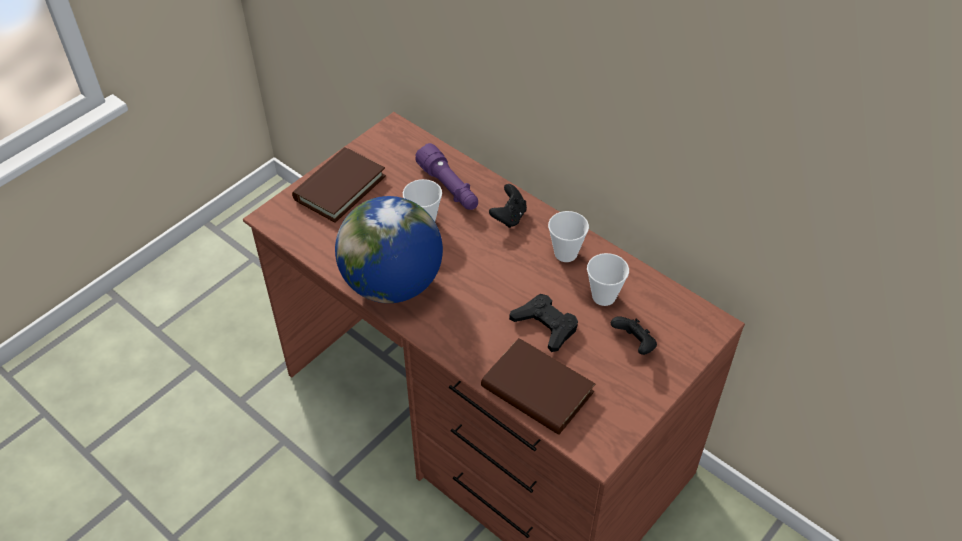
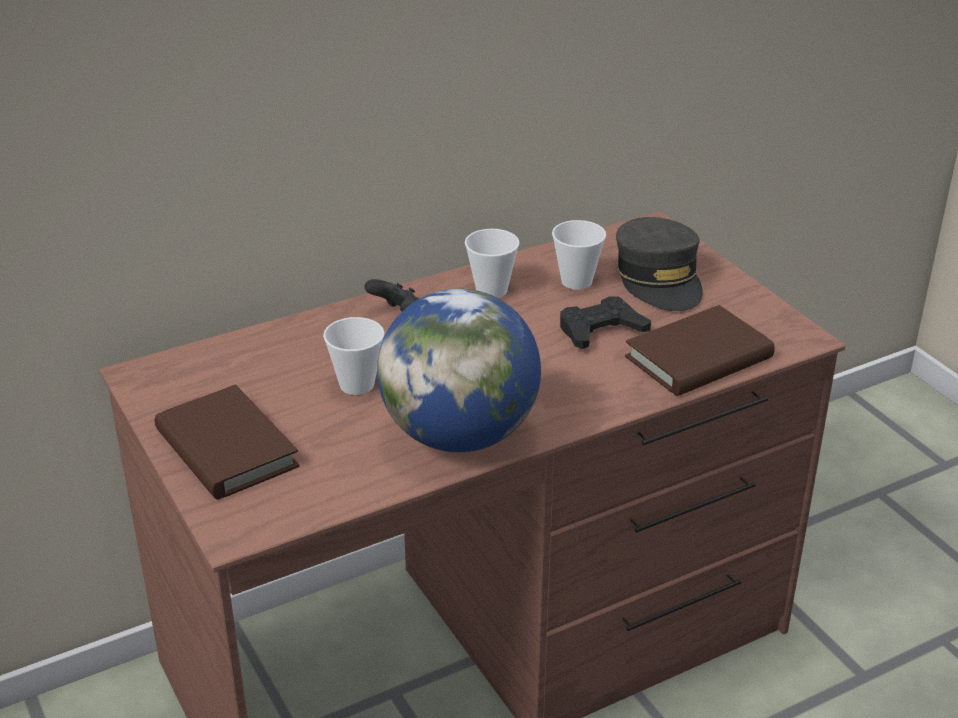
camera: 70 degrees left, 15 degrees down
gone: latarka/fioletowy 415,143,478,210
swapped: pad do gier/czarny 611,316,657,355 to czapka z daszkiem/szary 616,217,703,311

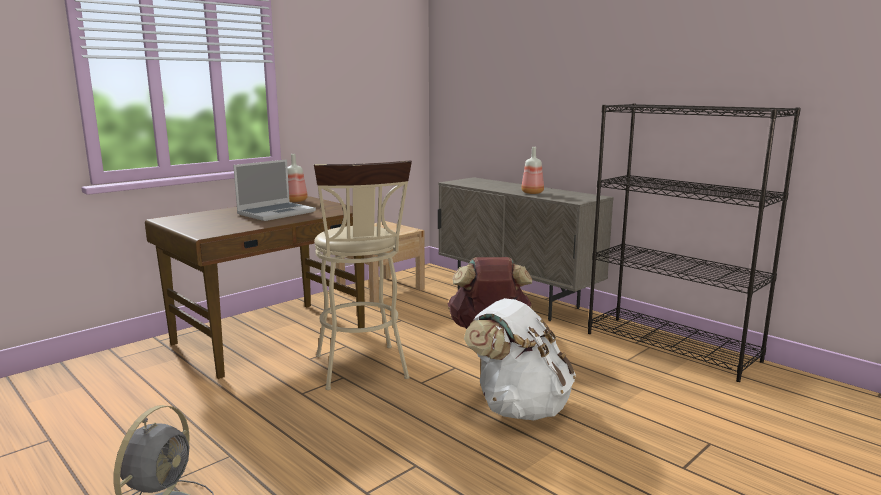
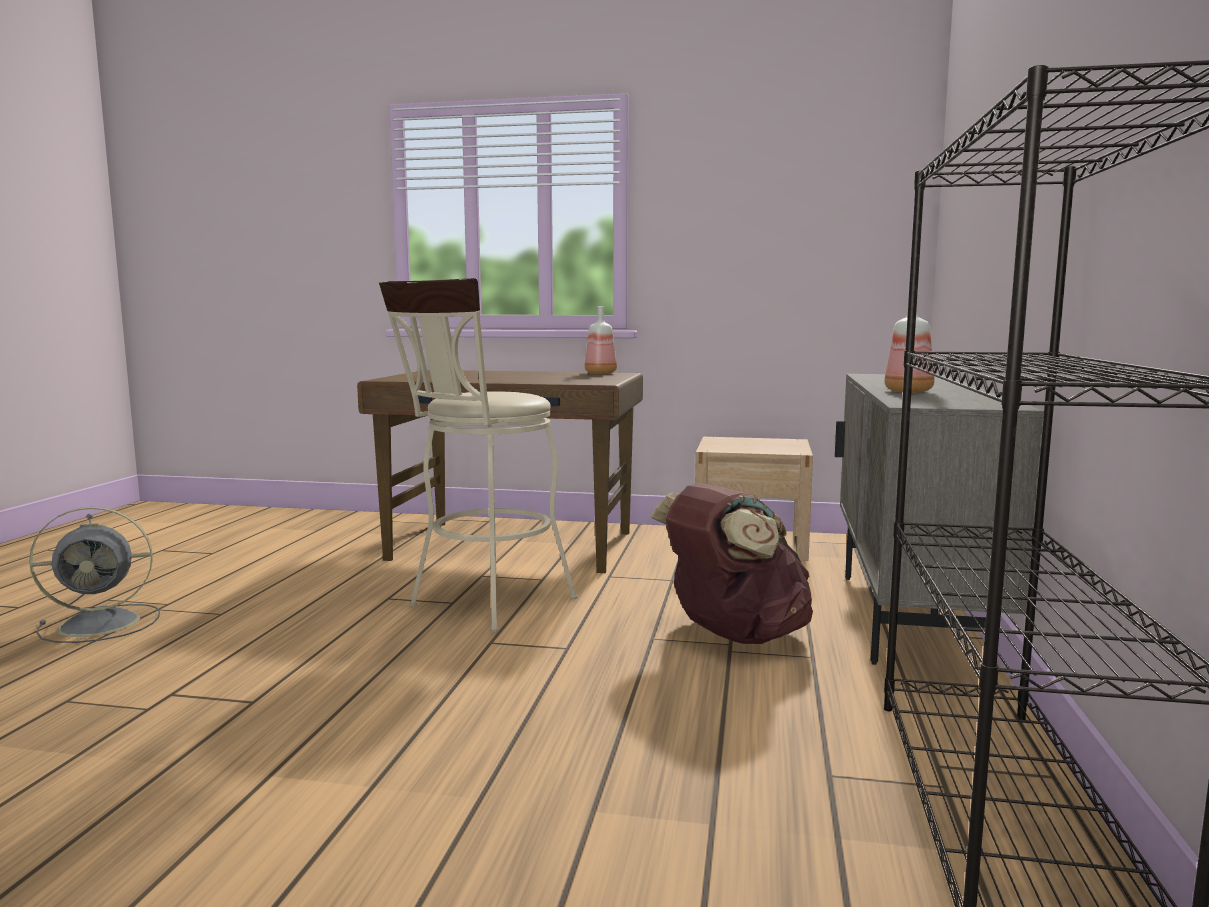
camera: 55 degrees right, 5 degrees down
gone: laptop 233,159,316,221; plecak/biały 464,298,576,421

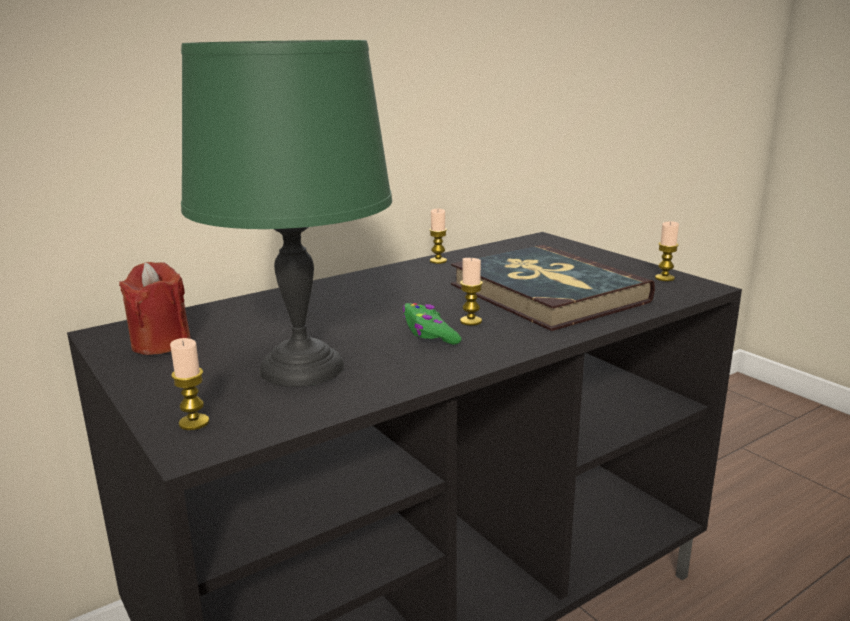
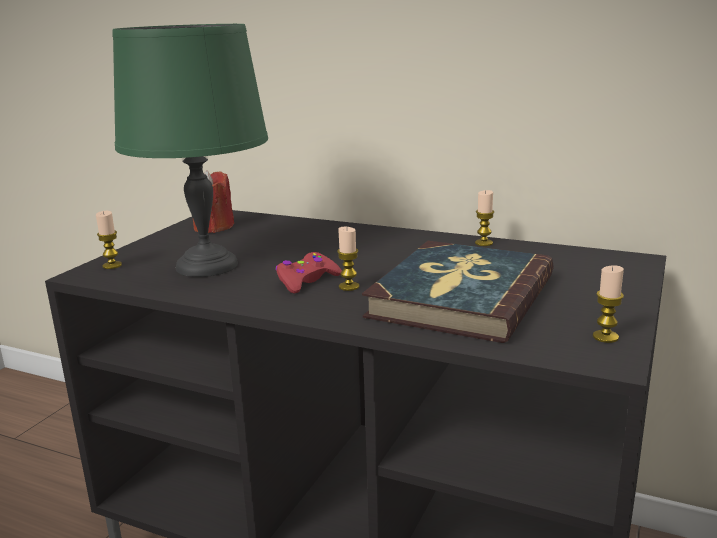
camera: 60 degrees right, 0 degrees up
repainted: pad do gier/zielony 403,303,461,345 to pad do gier/czerwony 275,252,342,293

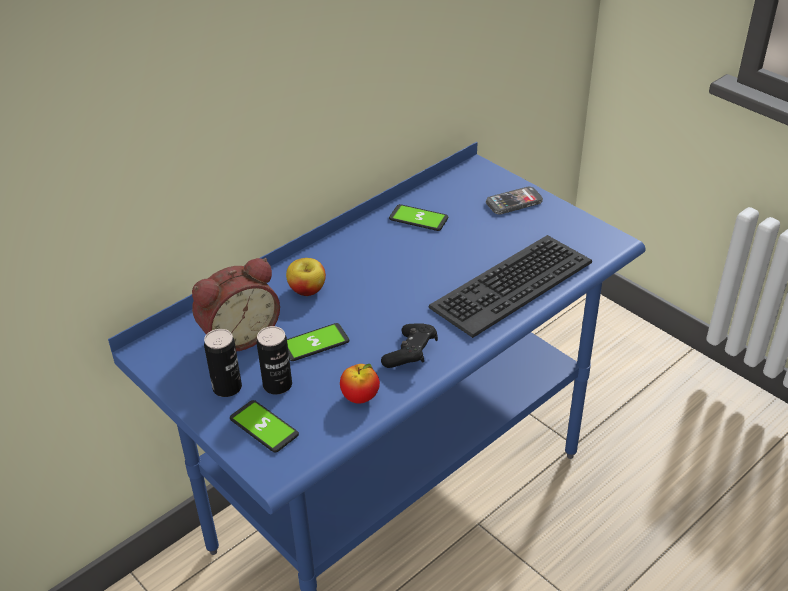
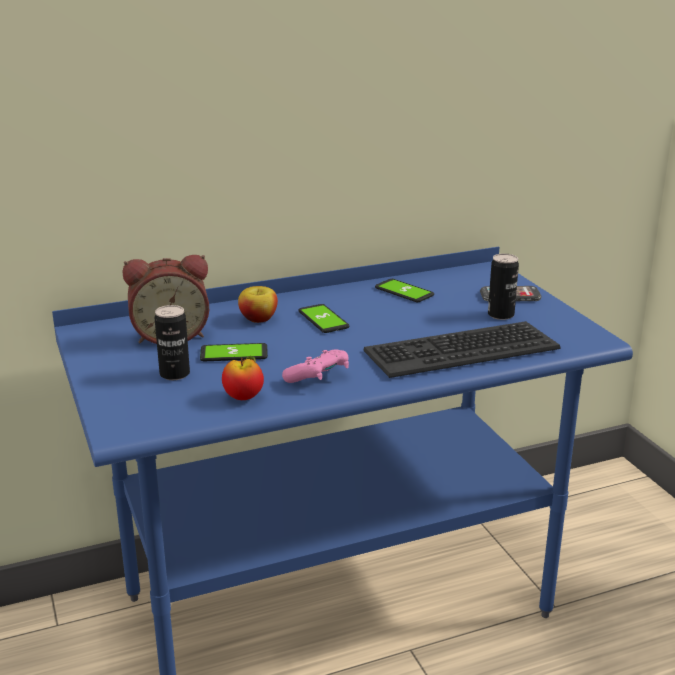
camera: 20 degrees right, 15 degrees down
shifted: puszka 204,329,242,397 to 488,253,519,320; telefon 230,400,299,453 to 298,304,350,333
repainted: pad do gier/czarny 381,323,438,368 to pad do gier/różowy 282,349,349,383

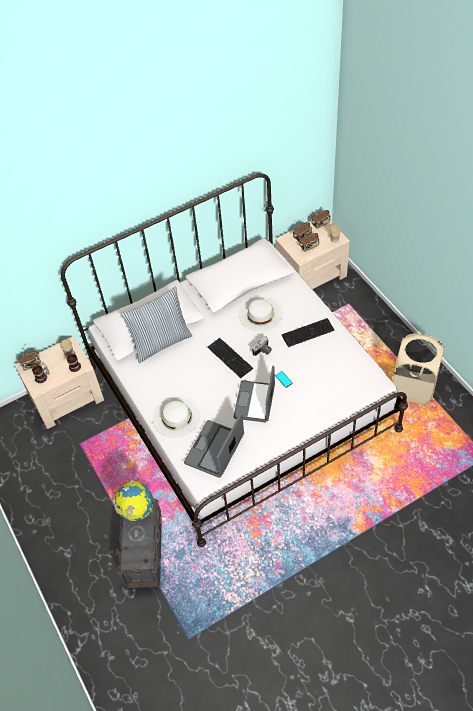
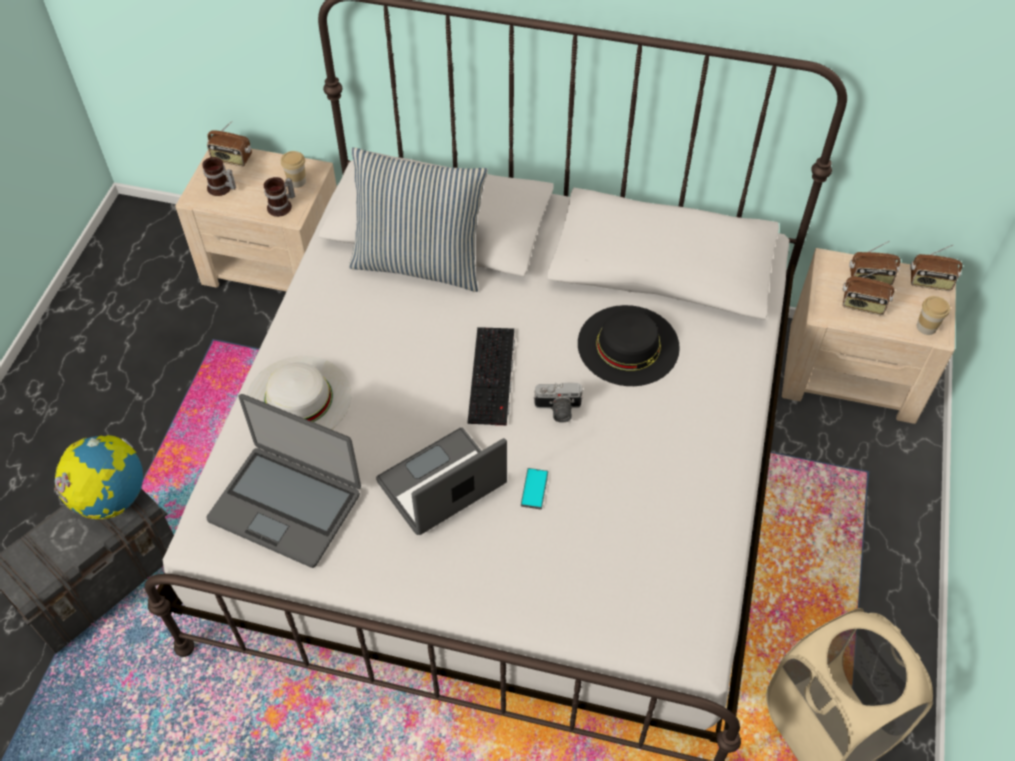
camera: 40 degrees right, 0 degrees up
gone: klawiatura 282,318,335,347
repainted: kapelusz/biały 239,297,283,331 to kapelusz/czarny 578,305,680,386
rotated: laptop 184,412,244,478 = 206,394,361,568 135 degrees counterclockwise

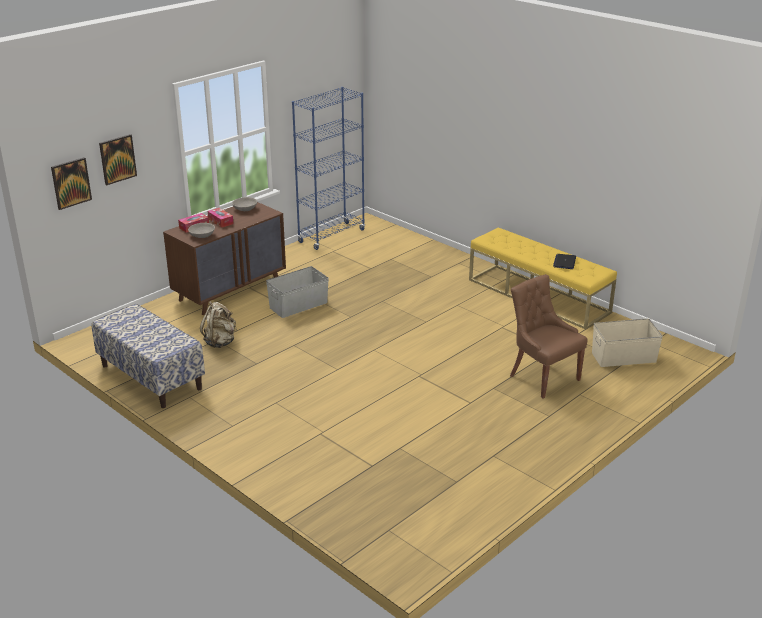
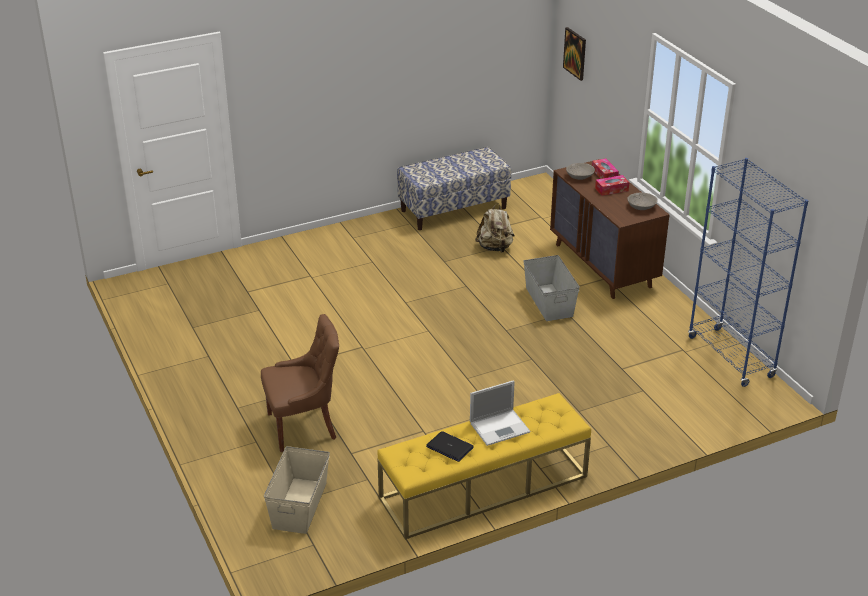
camera: 110 degrees right, 5 degrees up
gone: obraz 99,134,137,185
new: laptop 470,380,531,446

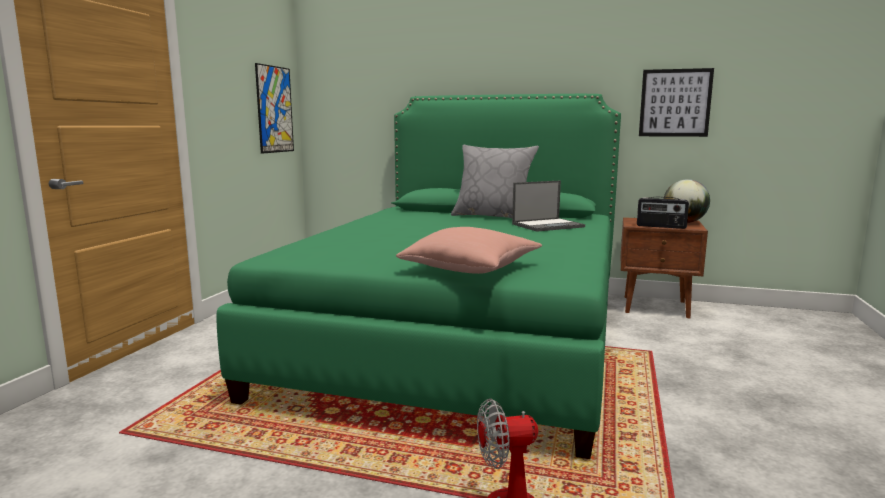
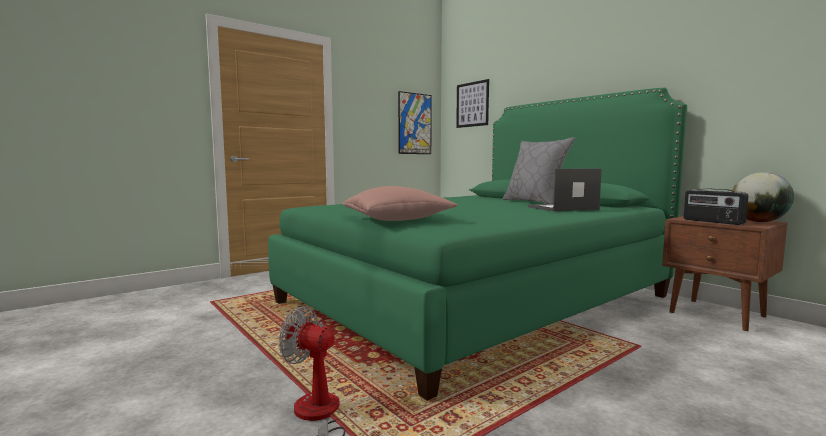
camera: 35 degrees right, 5 degrees down
shifted: obraz 639,68,714,137 to 456,79,489,128
rotated: laptop 512,181,585,232 = 528,168,602,211 150 degrees clockwise

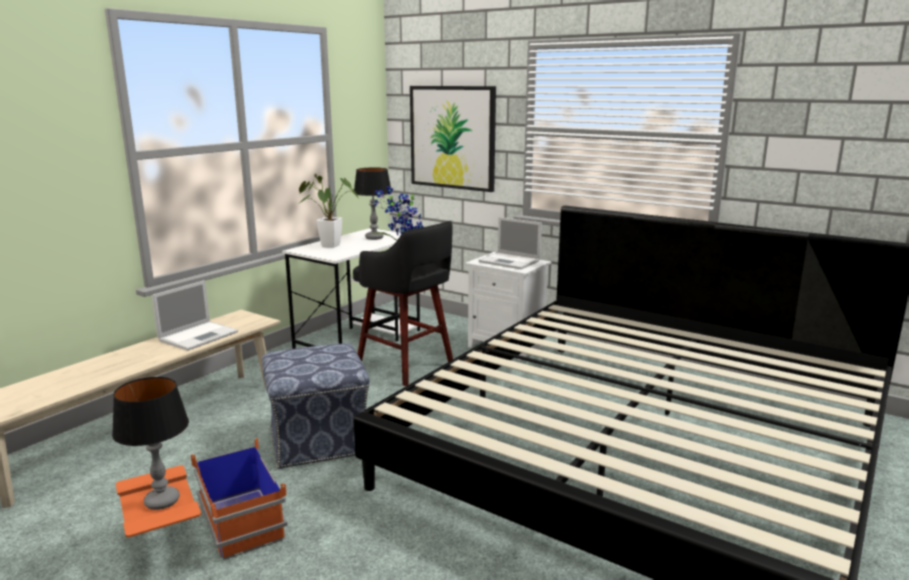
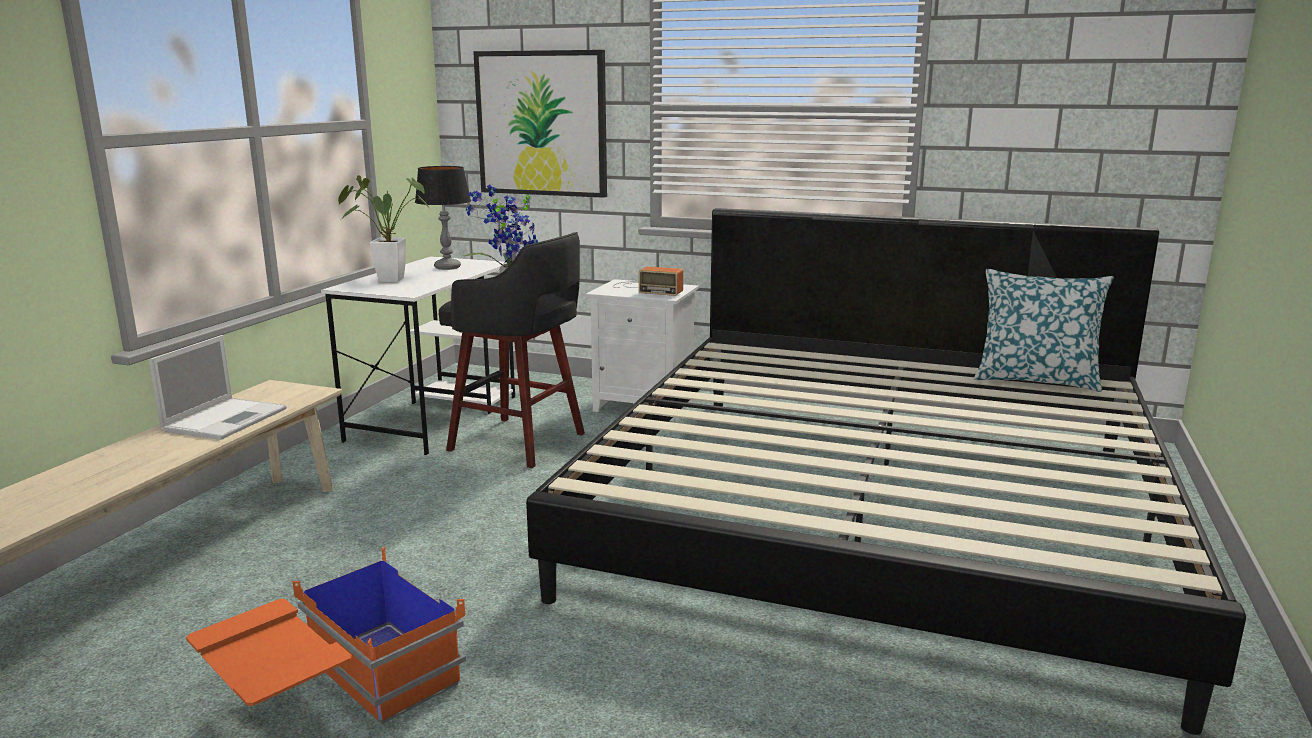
camera: 15 degrees left, 0 degrees up
gone: lampa stołowa 112,377,189,510; pufa 262,343,370,469
new: poduszka 974,269,1114,392
swapped: laptop 479,217,542,269 to radio 613,266,683,296

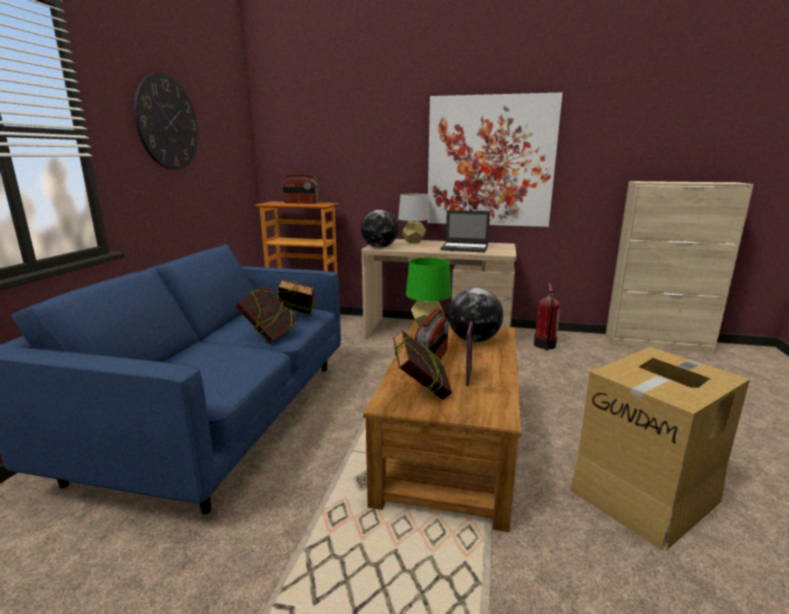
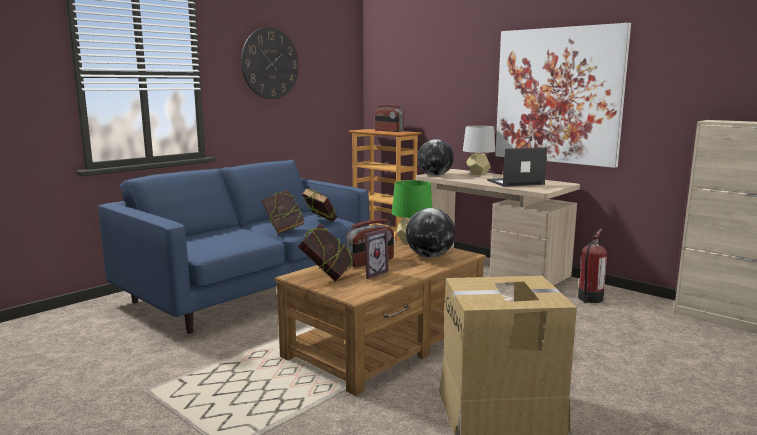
camera: 30 degrees right, 5 degrees down
rotated: laptop 441,210,490,252 = 487,147,547,187 120 degrees clockwise

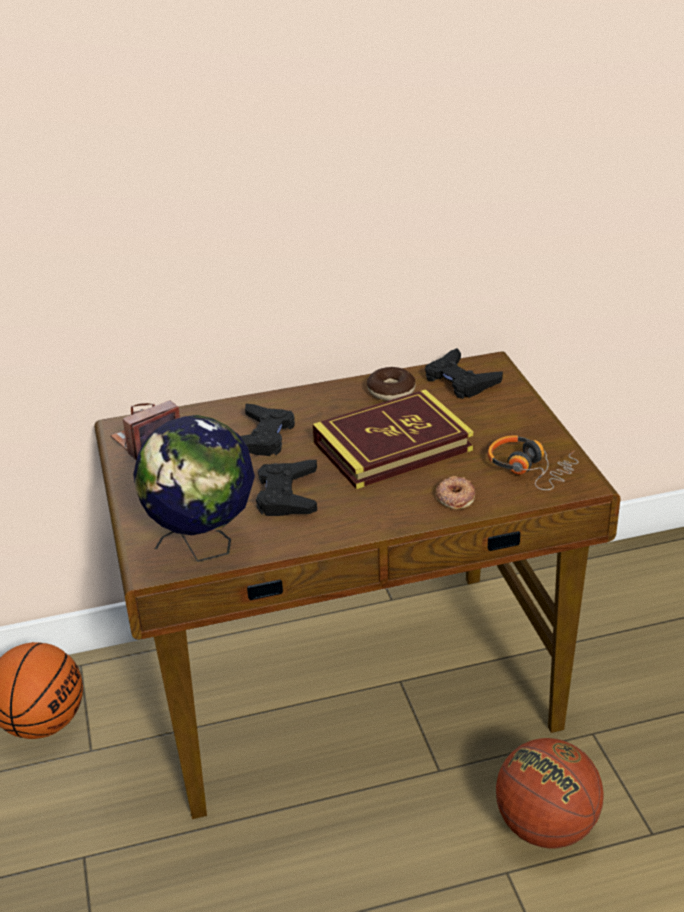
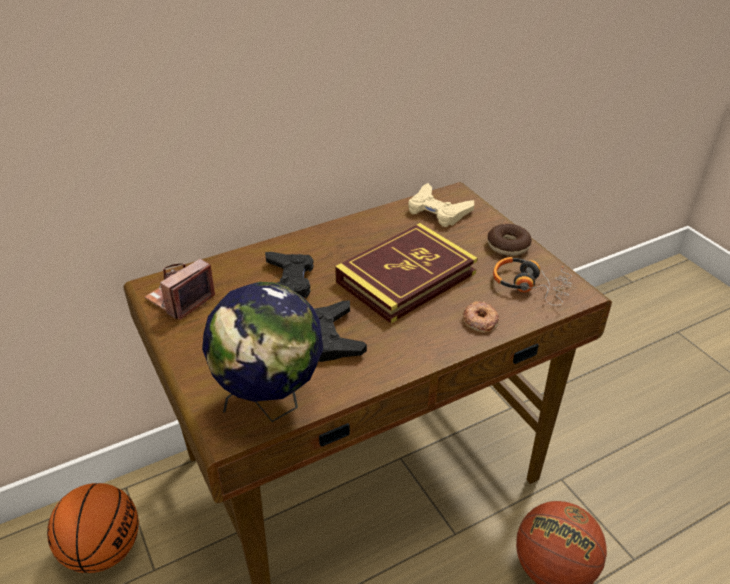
camera: 15 degrees left, 5 degrees up
shifted: donut 367,367,415,401 to 488,224,532,256
repainted: pad do gier/czarny 425,348,503,399 to pad do gier/beżowy 408,183,474,227

